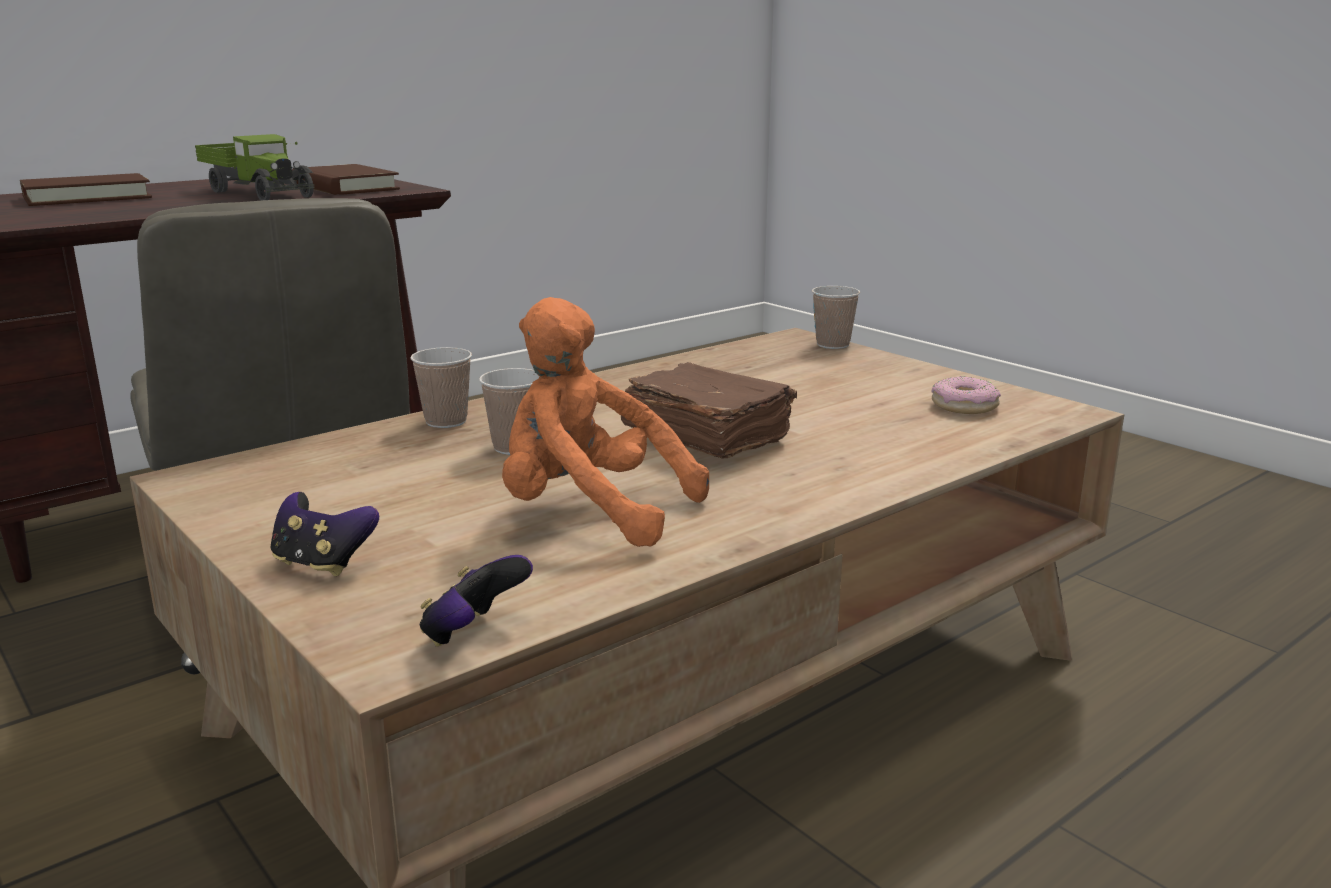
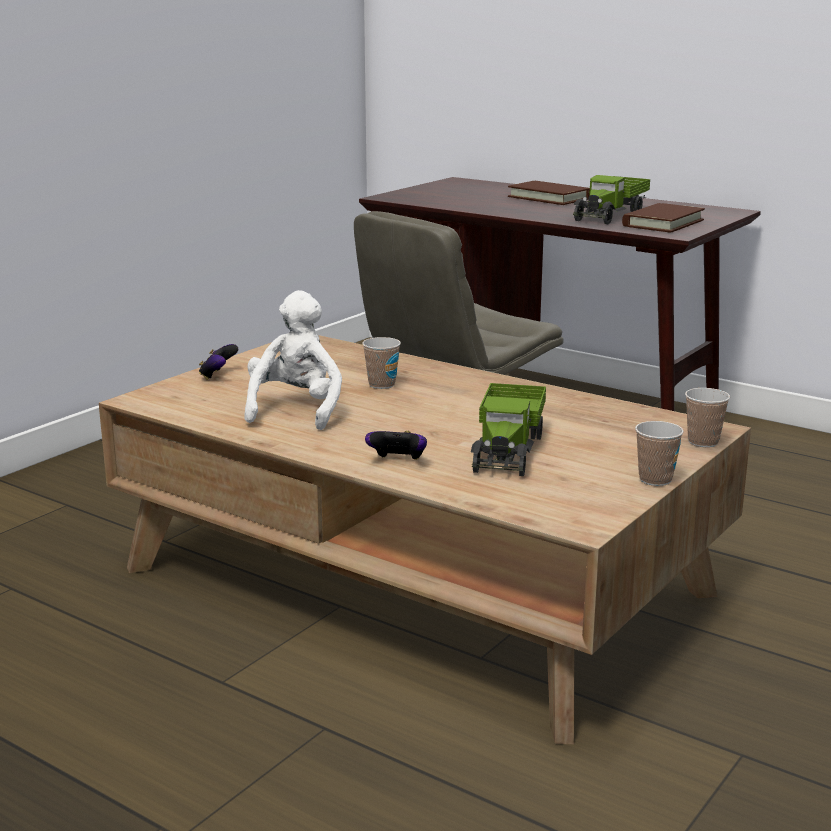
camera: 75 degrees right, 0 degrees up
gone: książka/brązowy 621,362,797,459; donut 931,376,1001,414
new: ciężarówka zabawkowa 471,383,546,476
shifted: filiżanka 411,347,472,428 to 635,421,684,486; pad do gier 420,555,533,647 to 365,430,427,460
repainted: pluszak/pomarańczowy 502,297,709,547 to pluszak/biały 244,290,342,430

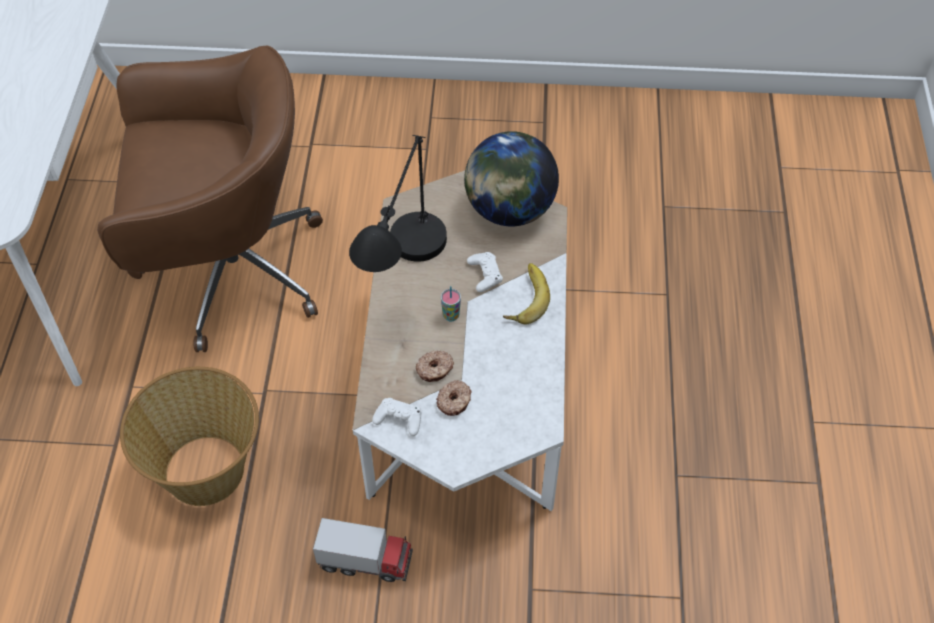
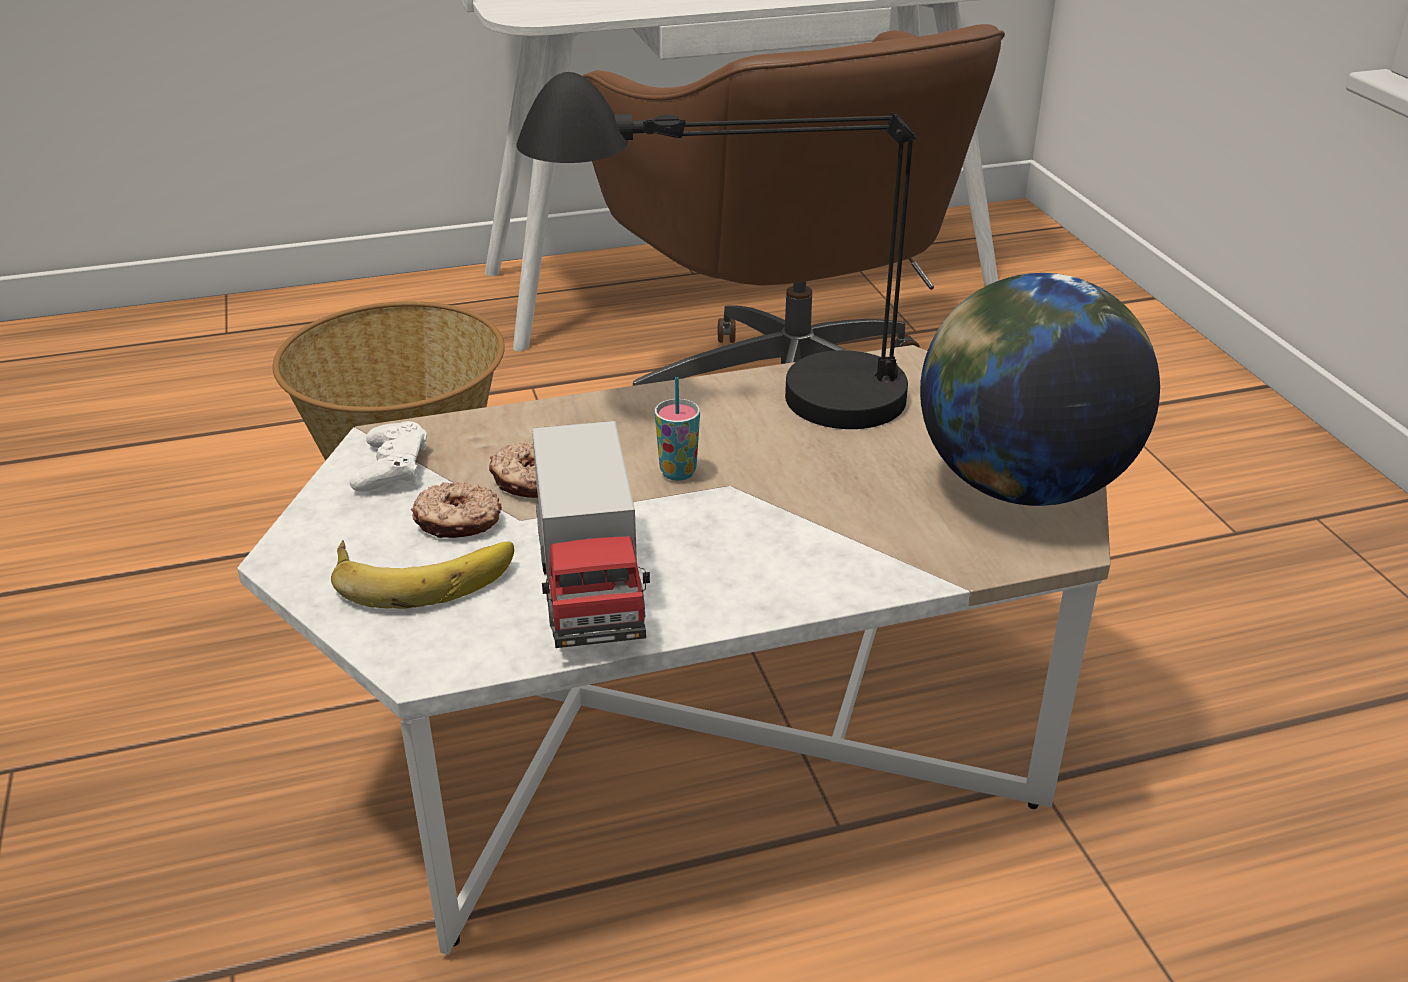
camera: 70 degrees right, 20 degrees down
gone: pad do gier/biały 467,252,503,292
shifted: ciężarówka zabawkowa 313,518,413,582 to 532,421,650,648; banan 503,263,550,324 to 331,540,514,609

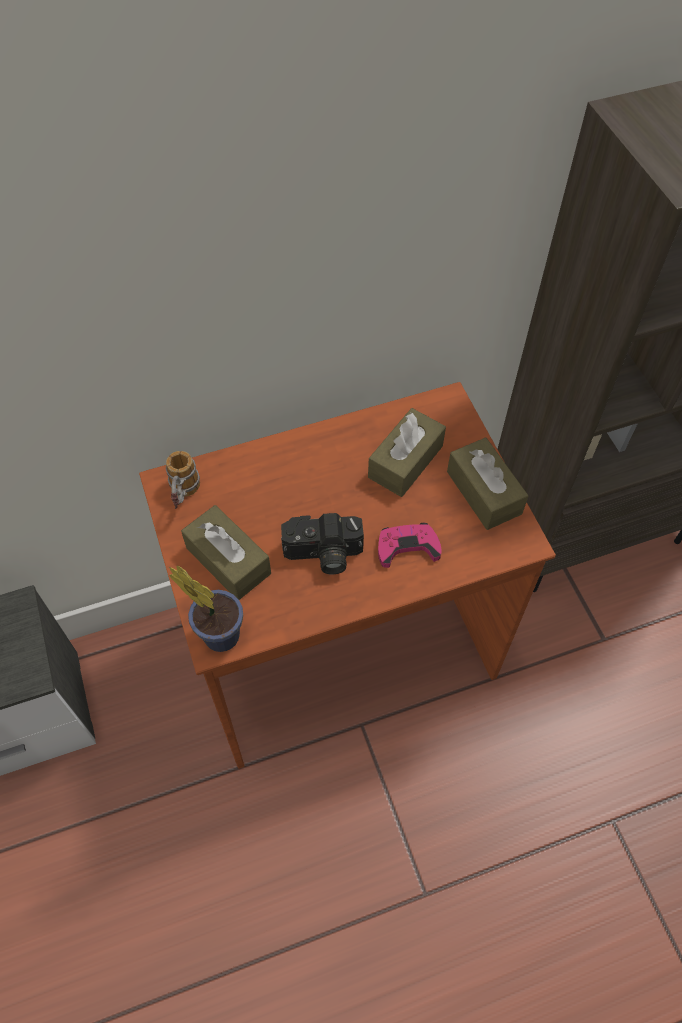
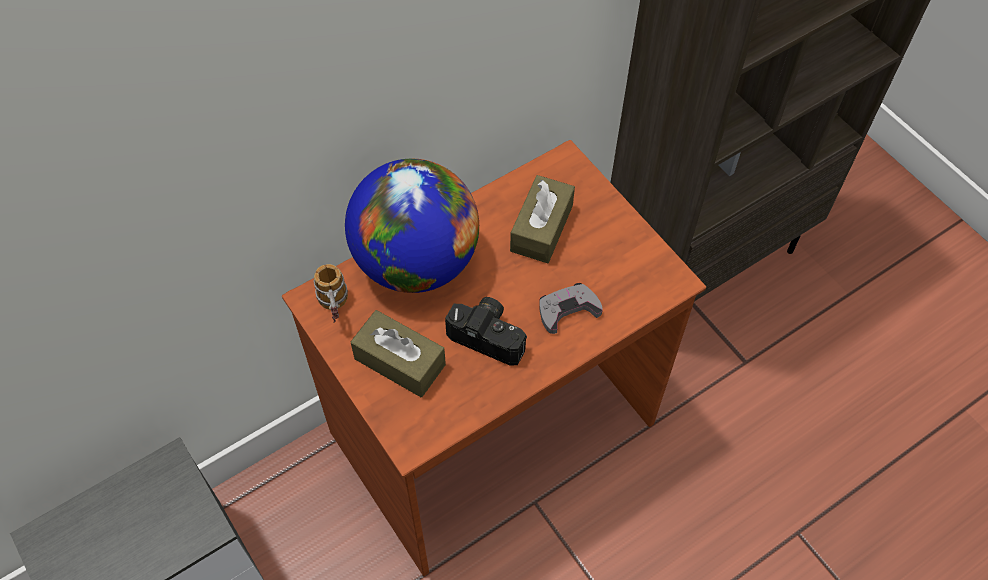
camera: 15 degrees left, 0 degrees up
gone: roślina doniczkowa 169,565,243,652; pudełko chusteczek/brązowy 447,438,529,530
new: globus 345,159,479,293
repainted: pad do gier/różowy 378,523,442,568 to pad do gier/szary 539,283,603,334
rotated: aparat fotograficzny 281,513,364,574 = 445,297,527,366 135 degrees counterclockwise

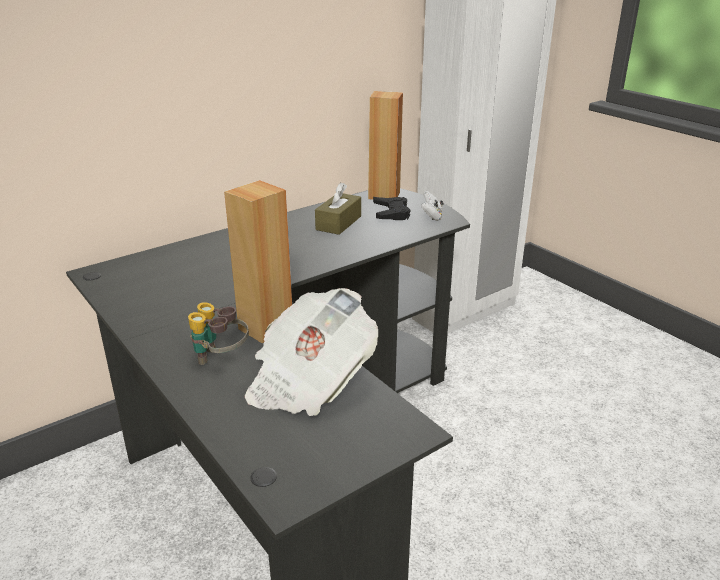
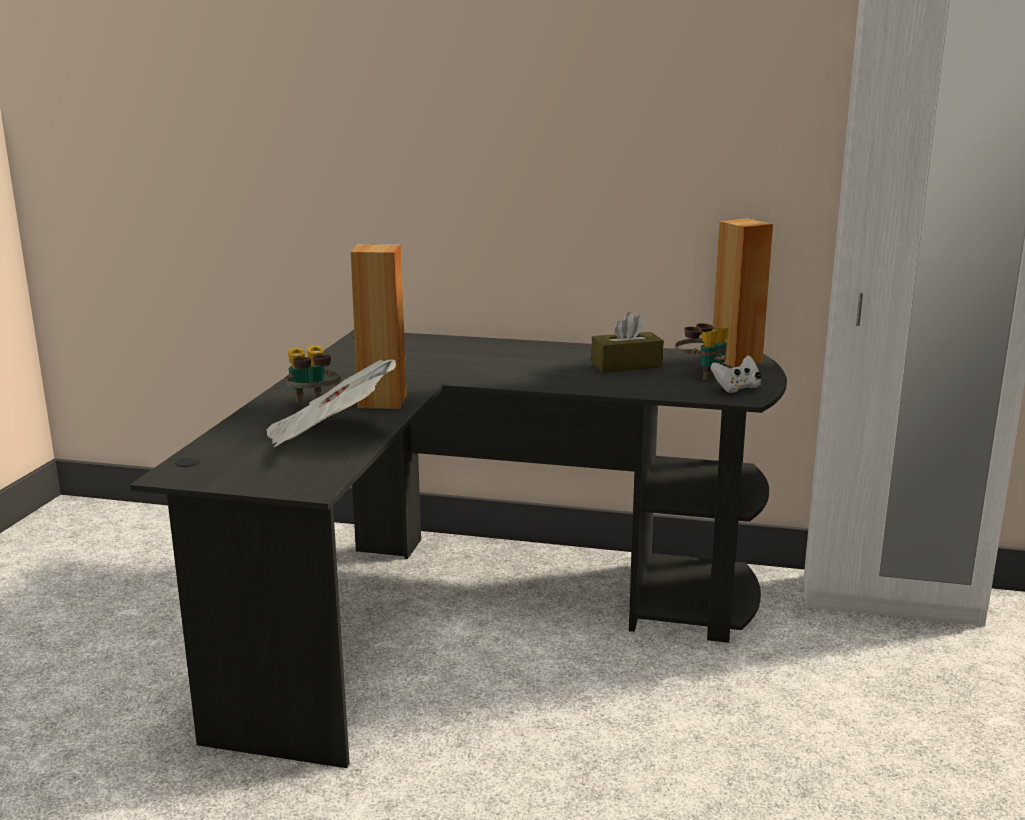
camera: 50 degrees right, 10 degrees down
swapped: pad do gier/czarny 373,197,410,220 to lornetka 675,323,728,380

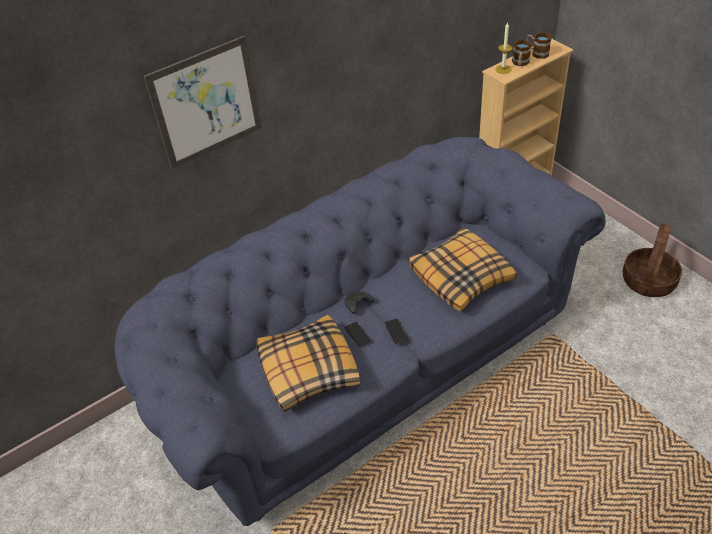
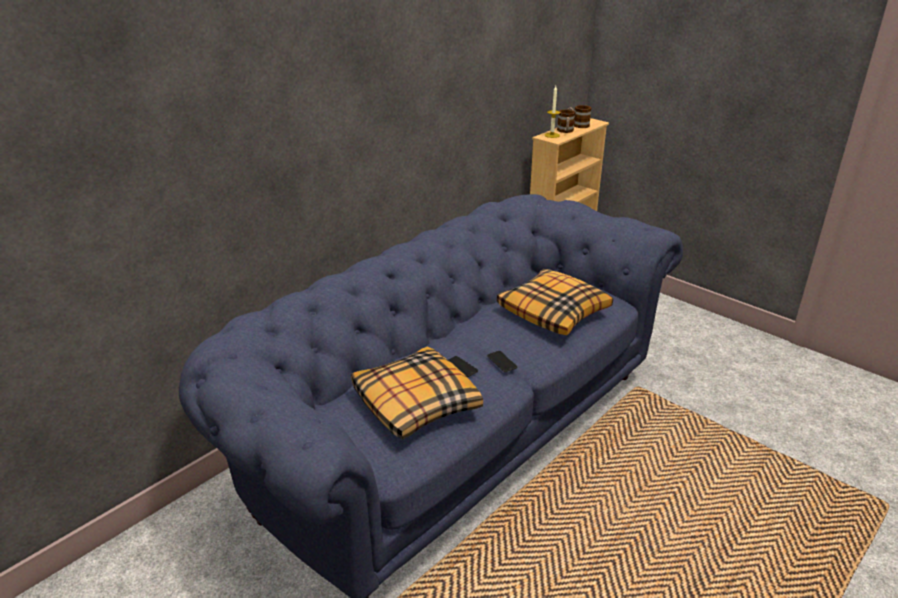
camera: 15 degrees left, 15 degrees down
gone: obraz 144,36,262,169; pad do gier/czarny 344,291,374,314; koszyk 623,223,682,297

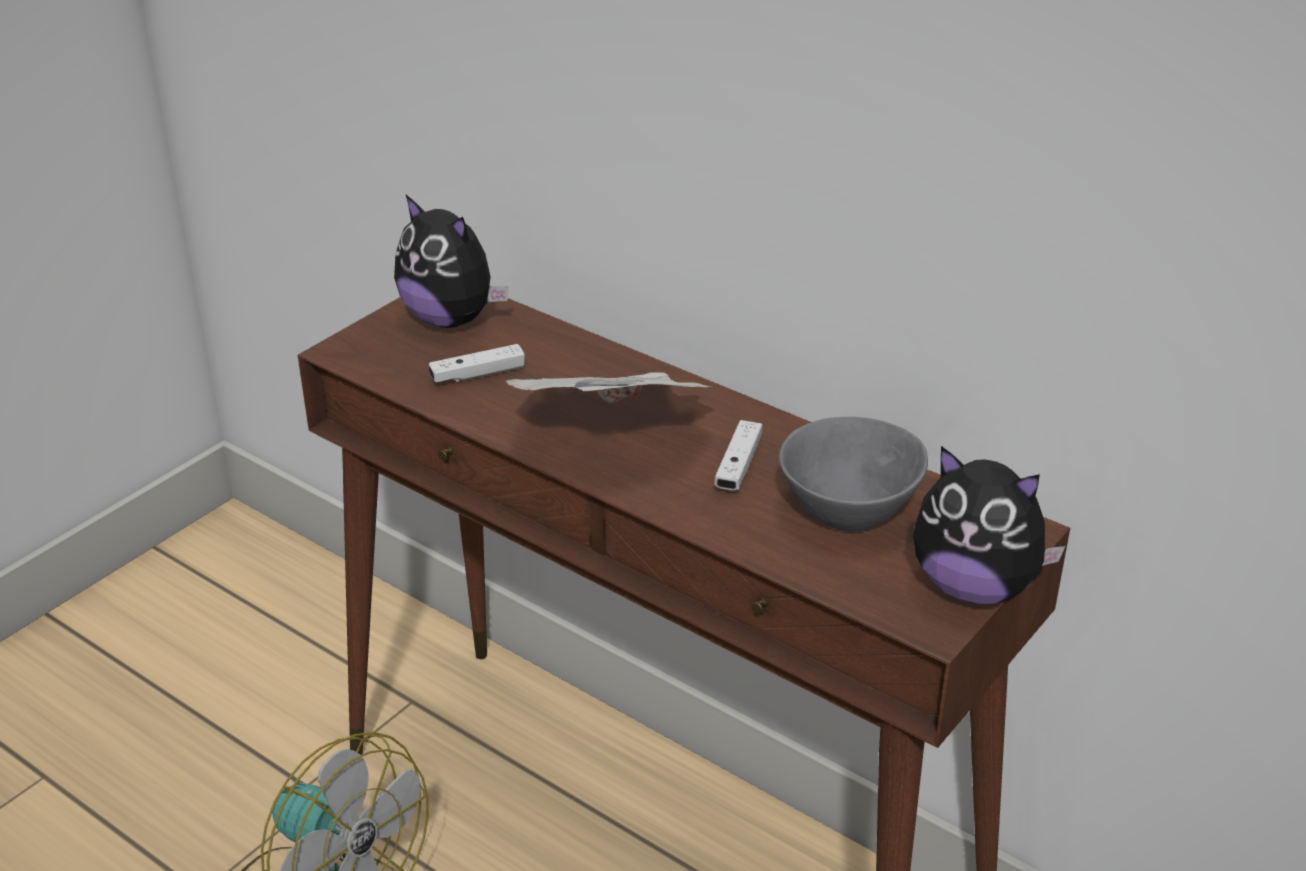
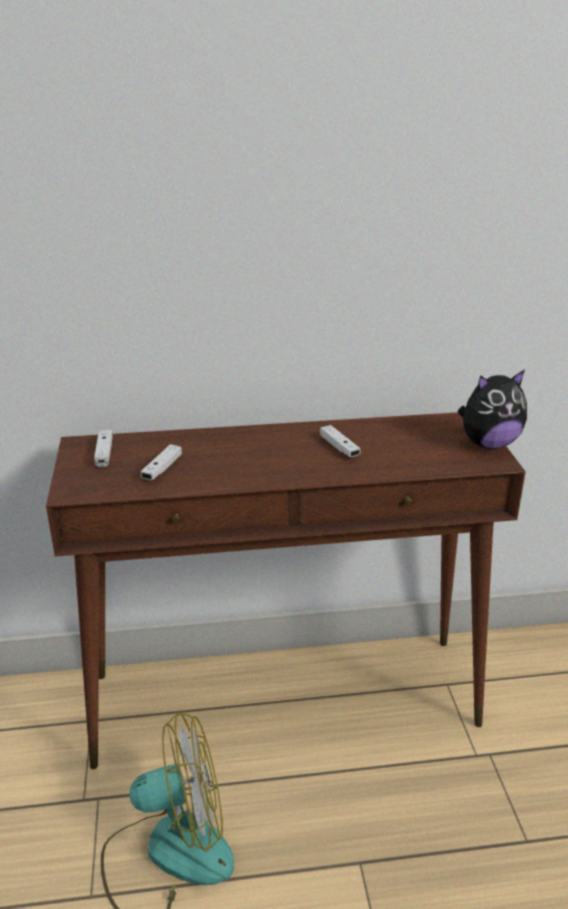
camera: 45 degrees left, 5 degrees down
gone: gazeta 506,372,715,404; miska/szary 779,417,928,532
swapped: pluszak 394,195,509,328 to pad do gier/biały 94,430,113,467

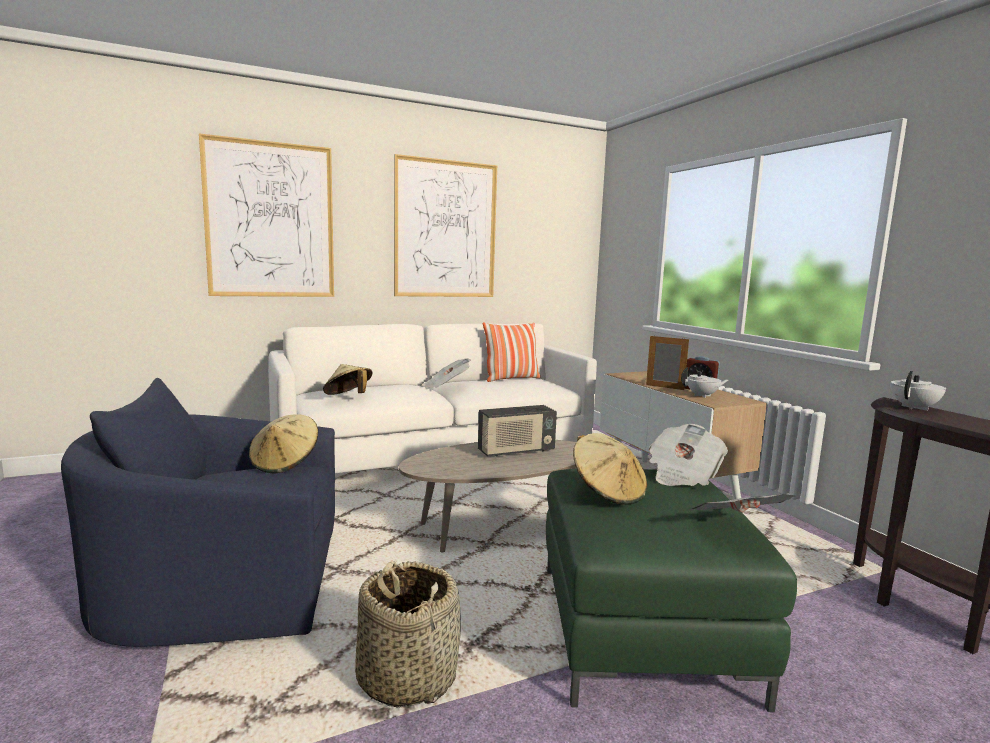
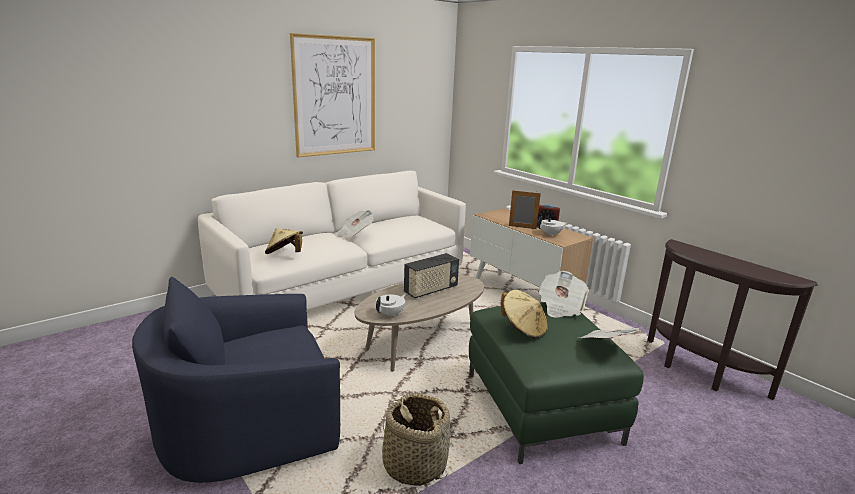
camera: 15 degrees left, 10 degrees up
gone: obraz 199,134,334,297; kapelusz/beżowy 249,414,318,473; poduszka 483,322,541,382
shifted: imbryk/biały 891,371,946,411 to 376,294,406,317

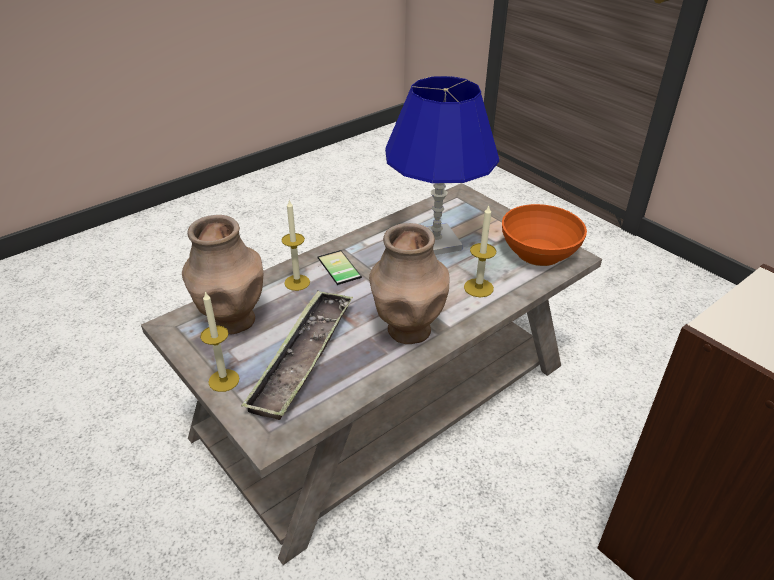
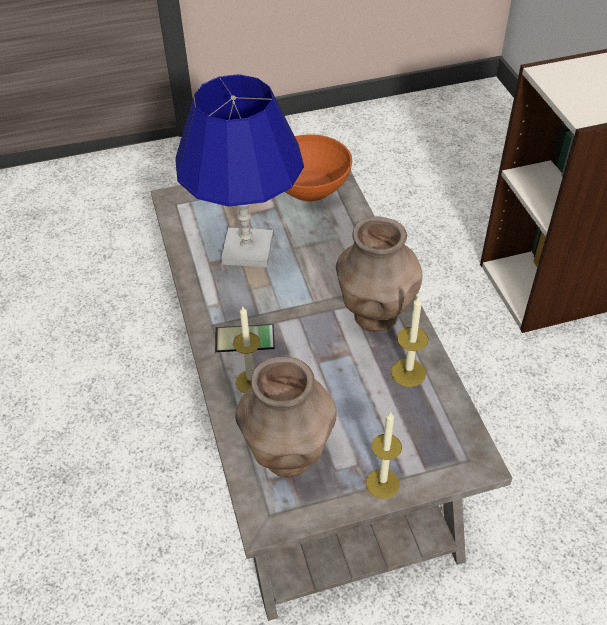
camera: 65 degrees left, 10 degrees up
gone: taca 241,290,353,420
shifted: świeca 464,205,496,297 to 391,296,429,387

